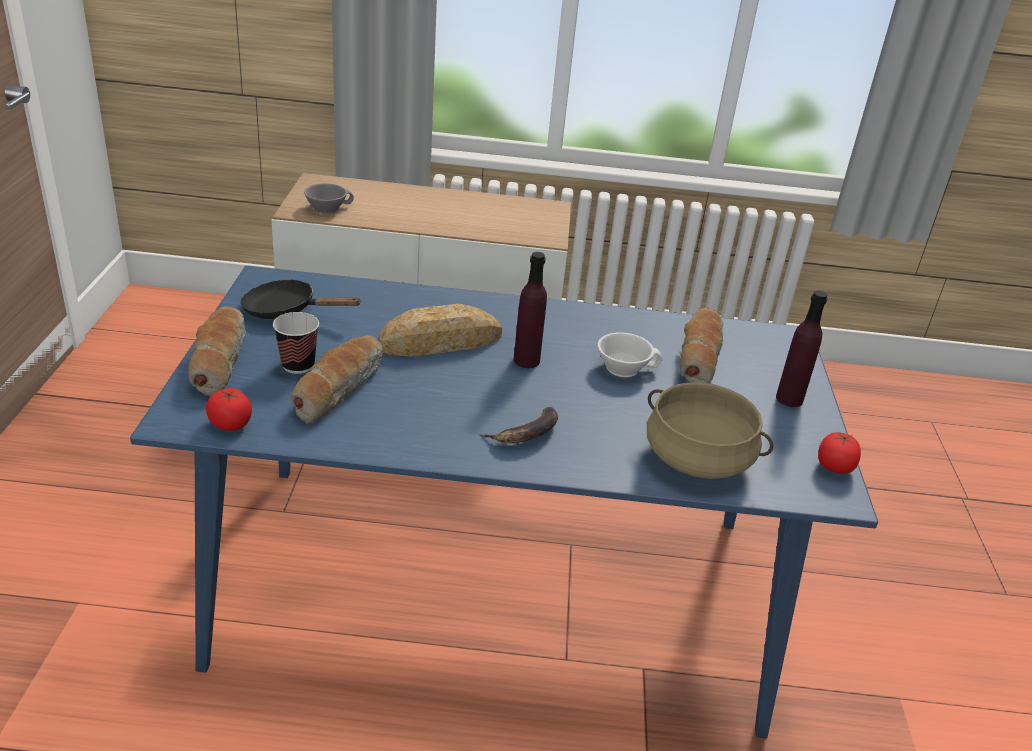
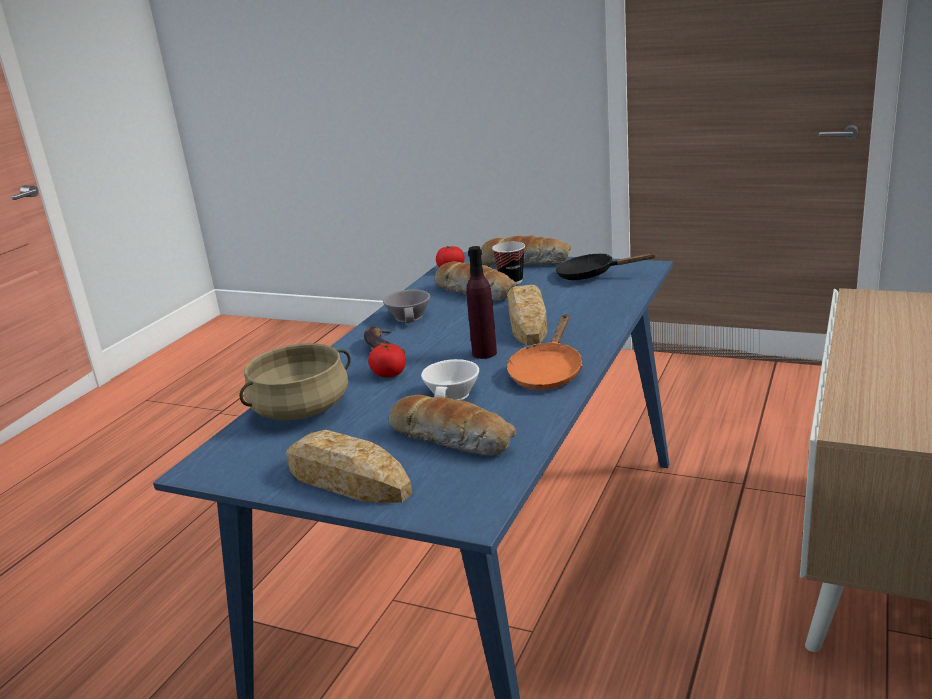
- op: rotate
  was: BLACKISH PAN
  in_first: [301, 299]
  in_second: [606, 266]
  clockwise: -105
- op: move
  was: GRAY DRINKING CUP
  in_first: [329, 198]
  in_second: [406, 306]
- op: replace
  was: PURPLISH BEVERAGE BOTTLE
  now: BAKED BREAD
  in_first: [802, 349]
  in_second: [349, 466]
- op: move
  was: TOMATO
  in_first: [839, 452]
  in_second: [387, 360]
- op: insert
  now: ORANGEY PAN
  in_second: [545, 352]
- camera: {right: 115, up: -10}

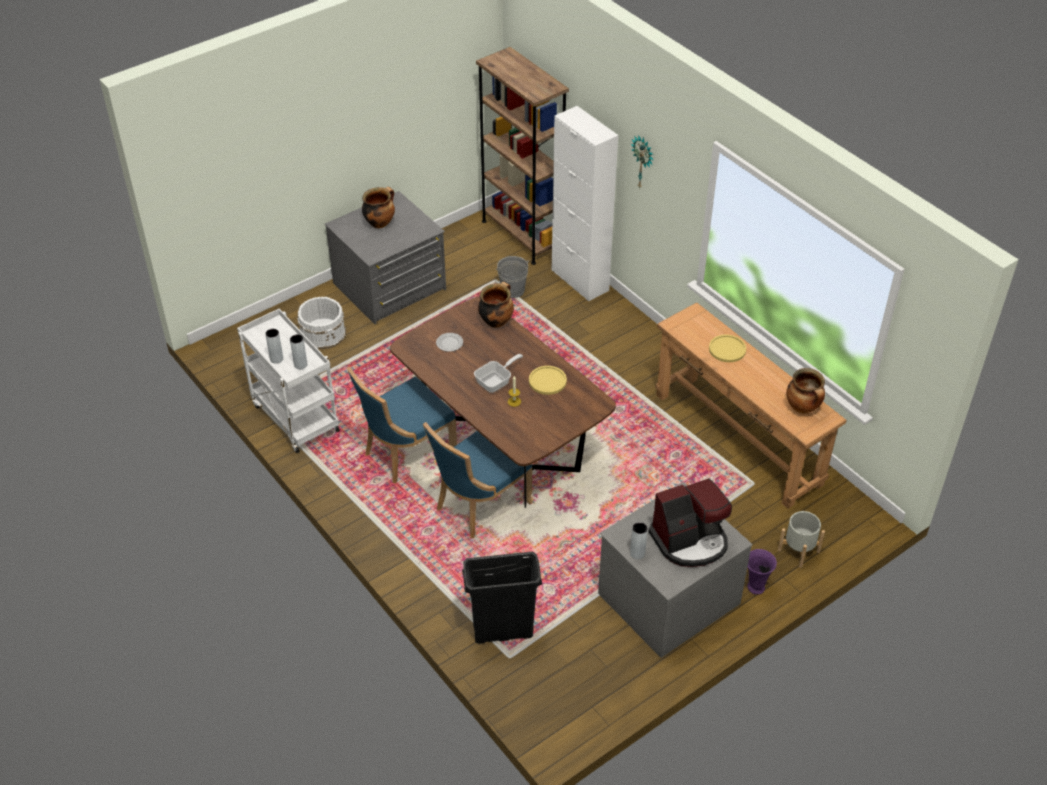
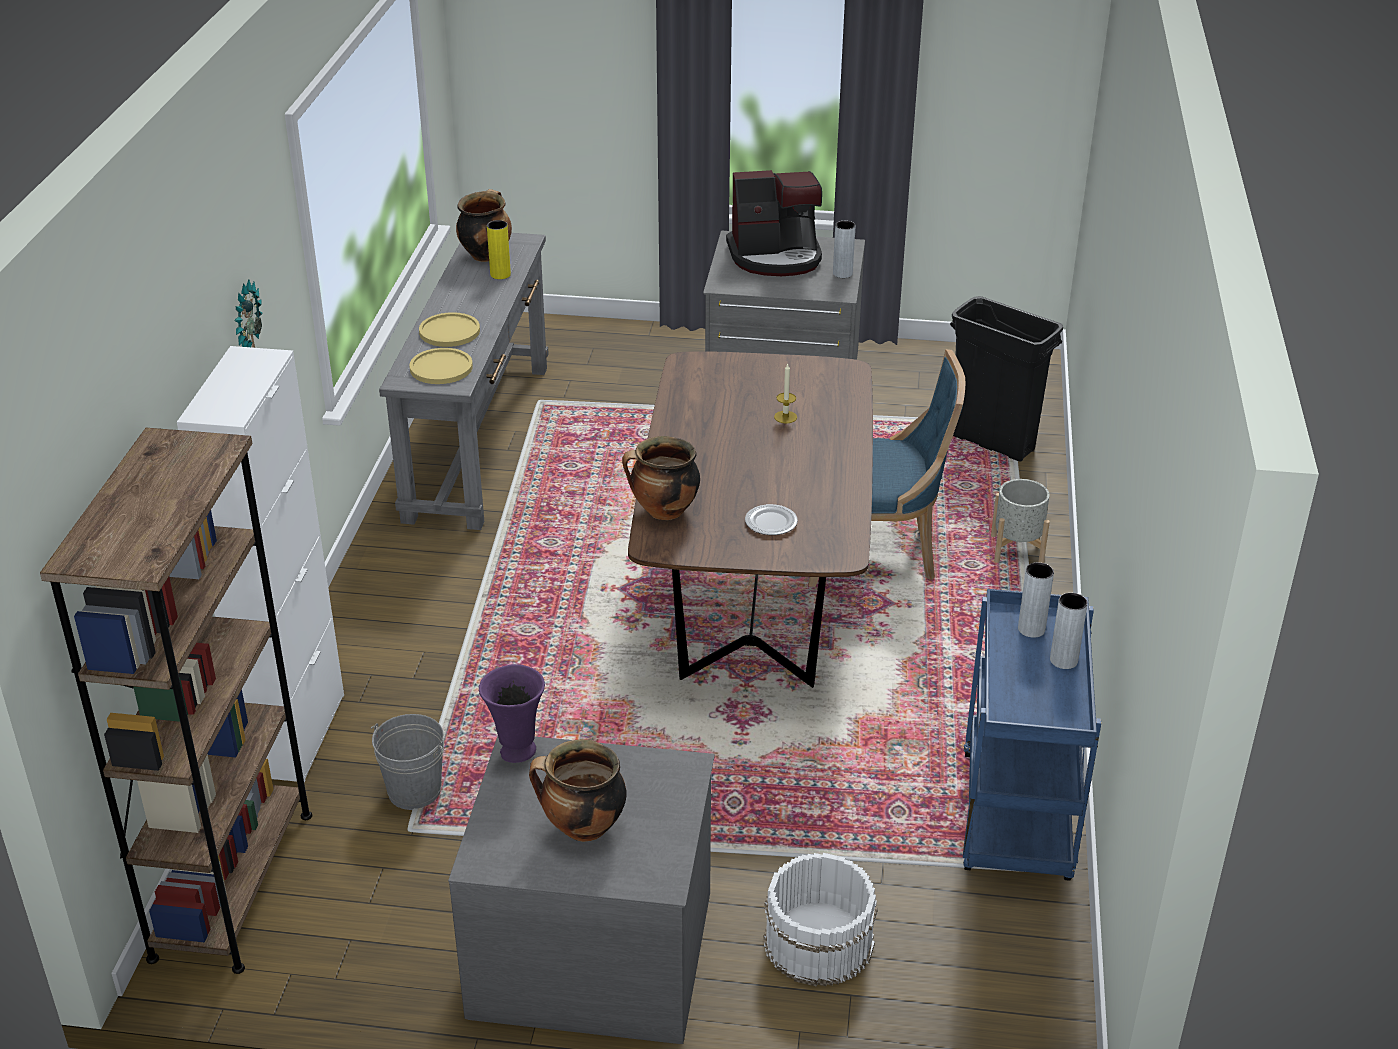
- op: recolor
  was: WHITISH TROLLEY
  now: BLUISH TROLLEY
  in_first: [288, 381]
  in_second: [1032, 735]
- op: delete
  was: BLUISH CHAIR
  in_first: [402, 425]
- op: delete
  was: PAN
  in_first: [498, 373]
- op: move
  was: YELLOW PLATE
  in_first: [548, 380]
  in_second: [441, 366]
- op: rotate
  was: COFFEE MAKER
  in_first: [690, 522]
  in_second: [774, 223]
  clockwise: 150
- op: recolor
  was: BROWN-COLOURED HALL TABLE
  now: GRAY HALL TABLE
  in_first: [751, 405]
  in_second: [464, 381]
- op: move
  was: PURPLISH FLOWER VASE
  in_first: [762, 571]
  in_second: [512, 713]
- op: move
  was: GRAY PLANT POT
  in_first: [801, 539]
  in_second: [1020, 521]
- op: insert
  now: YELLOW FLOWER VASE
  in_second: [499, 249]
- camera: {right: -135, up: -10}

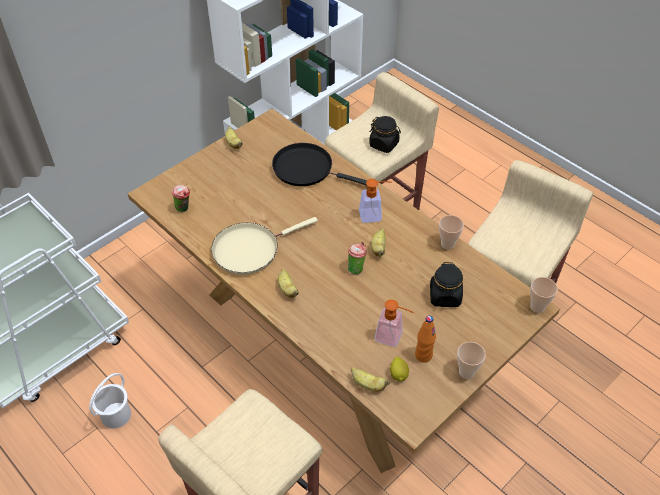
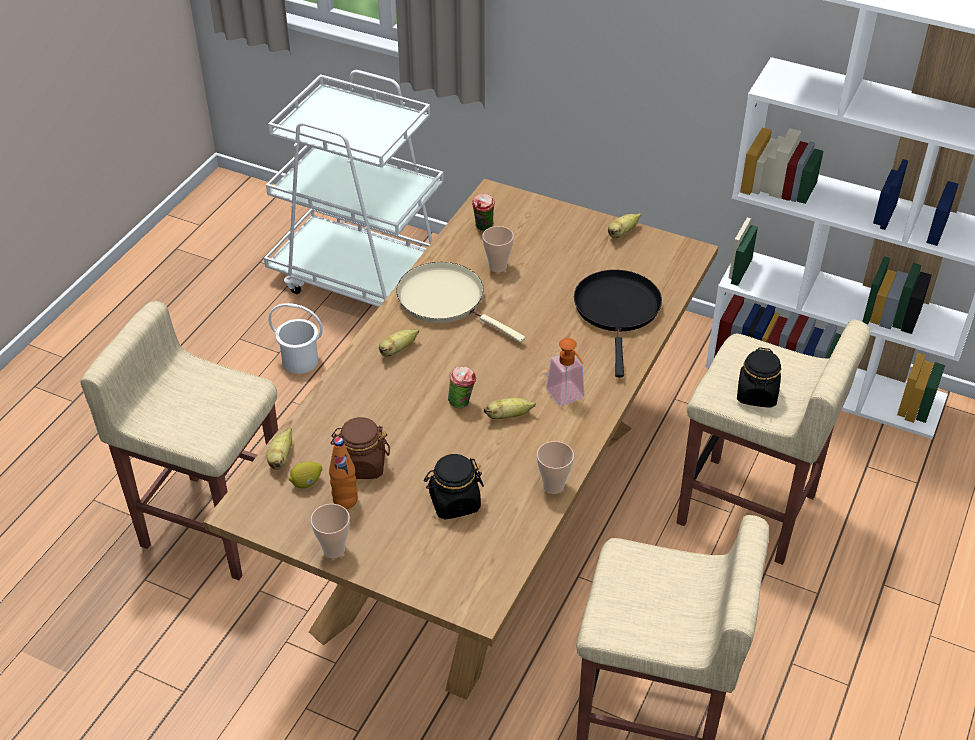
- op: replace
  was: SOAP DISPENSER
  now: BROWN-COLOURED STORAGE JAR
  in_first: [394, 323]
  in_second: [360, 448]
- op: move
  was: DRINKING CUP
  in_first: [544, 295]
  in_second: [498, 249]
- camera: {right: 70, up: -5}

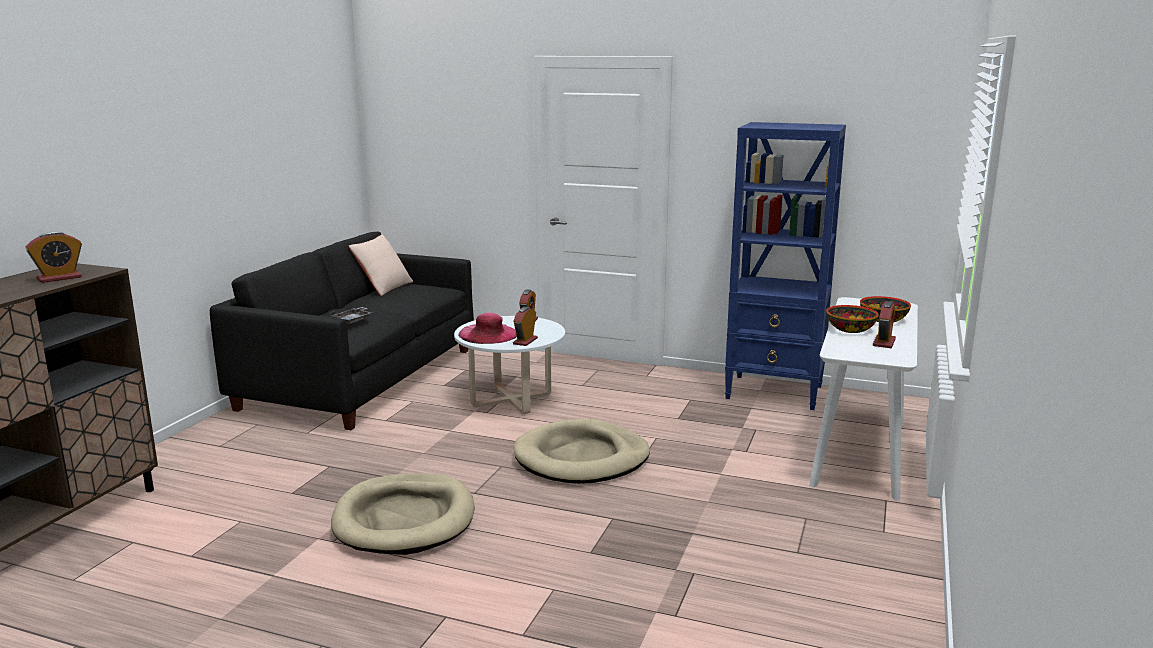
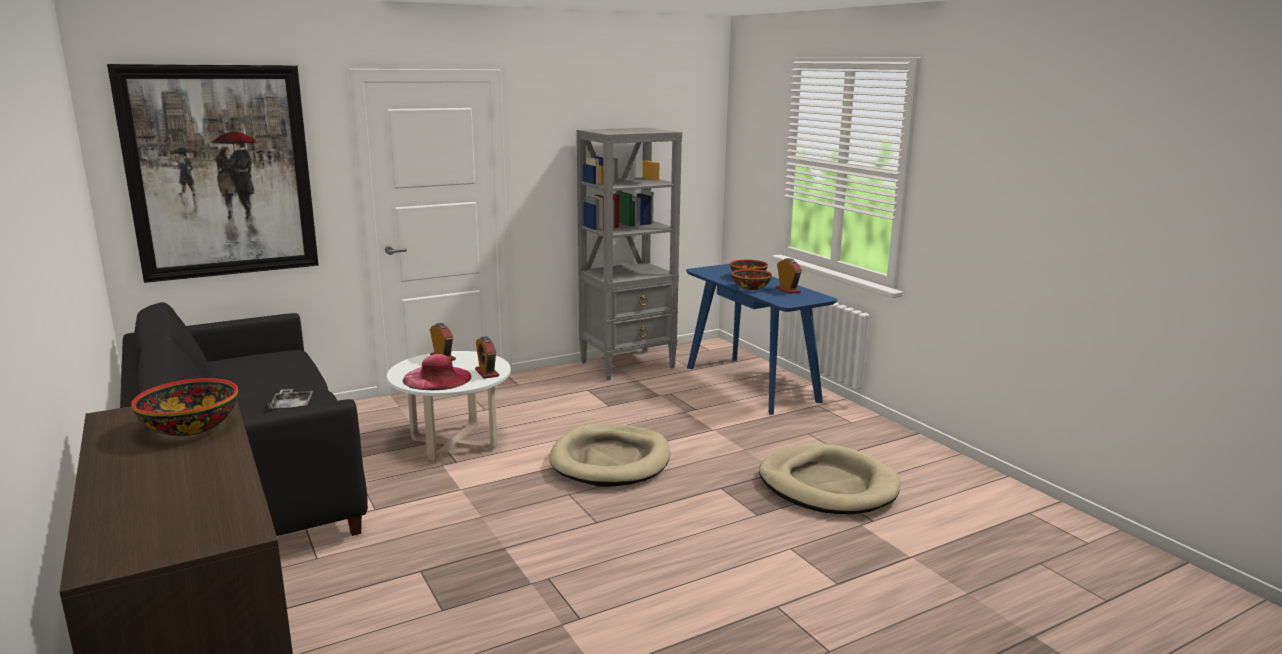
- op: replace
  was: ALARM CLOCK
  now: SERVING BOWL
  in_first: [53, 257]
  in_second: [184, 407]
- op: move
  was: BEIGE-COLOURED PET BED
  in_first: [403, 514]
  in_second: [830, 479]
- op: delete
  was: BEIGE-COLOURED THROW PILLOW
  in_first: [381, 265]
- op: recolor
  was: BLUISH BOOKSHELF
  now: GRAY BOOKSHELF
  in_first: [785, 266]
  in_second: [629, 254]
- op: recolor
  was: WHITISH HALL TABLE
  now: BLUISH HALL TABLE
  in_first: [863, 399]
  in_second: [762, 339]
- op: insert
  now: PICTURE
  in_second: [212, 173]
- camera: {right: -50, up: 0}

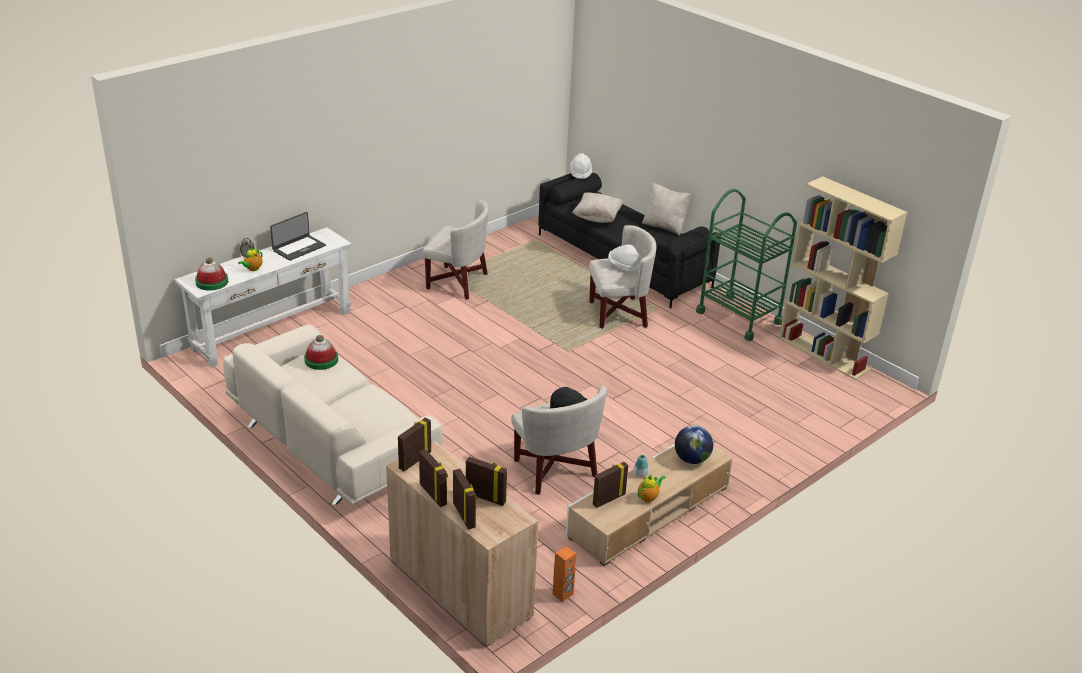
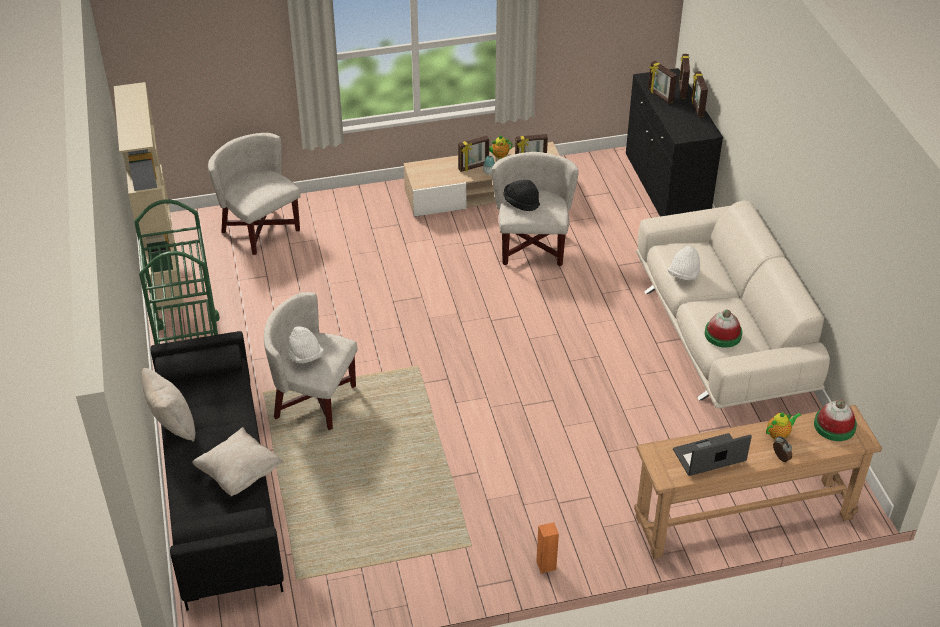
- op: recolor
  was: WHITISH HALL TABLE
  now: BROWN-COLOURED HALL TABLE
  in_first: [263, 297]
  in_second: [758, 482]
- op: recolor
  was: BEIGE-COLOURED CUPBOARD
  now: BLACKISH CUPBOARD
  in_first: [462, 544]
  in_second: [674, 142]
- op: move
  was: PICTURE FRAME
  in_first: [414, 444]
  in_second: [473, 154]
- op: move
  was: WHITISH LOUNGE CHAIR
  in_first: [455, 250]
  in_second: [254, 194]
- op: move
  was: ORANGEY SPEAKER
  in_first: [565, 574]
  in_second: [547, 547]
- op: move
  was: WHITISH WEARABLE HAT
  in_first: [581, 166]
  in_second: [684, 263]
- op: delete
  was: WORLD GLOBE
  in_first: [694, 444]
- camera: {right: -150, up: 10}

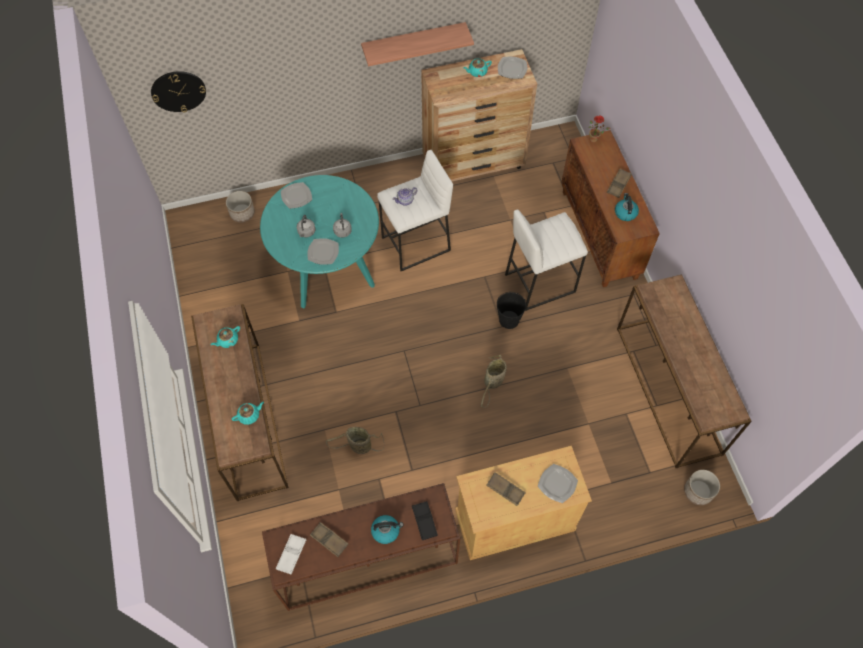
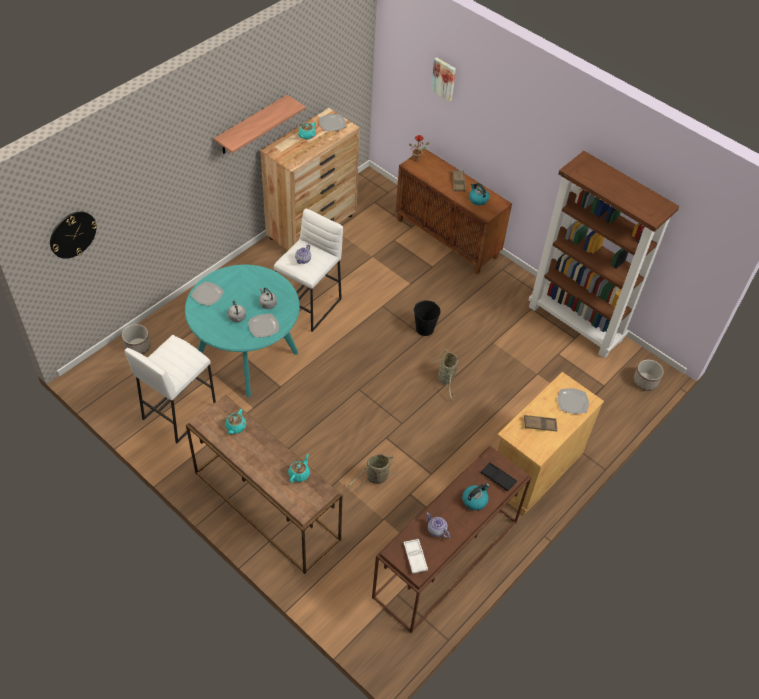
- op: replace
  was: BROWN-COLOURED TRAY
  now: TEA POT
  in_first: [329, 539]
  in_second: [438, 525]
- op: move
  was: WHITISH SITTING STOOL
  in_first: [546, 260]
  in_second: [170, 389]
- op: replace
  was: BROWN-COLOURED HALL TABLE
  now: BROWN-COLOURED BOOKSHELF
  in_first: [684, 371]
  in_second: [604, 254]
- op: insert
  now: PICTURE
  in_second: [443, 79]
- camera: {right: -35, up: -10}

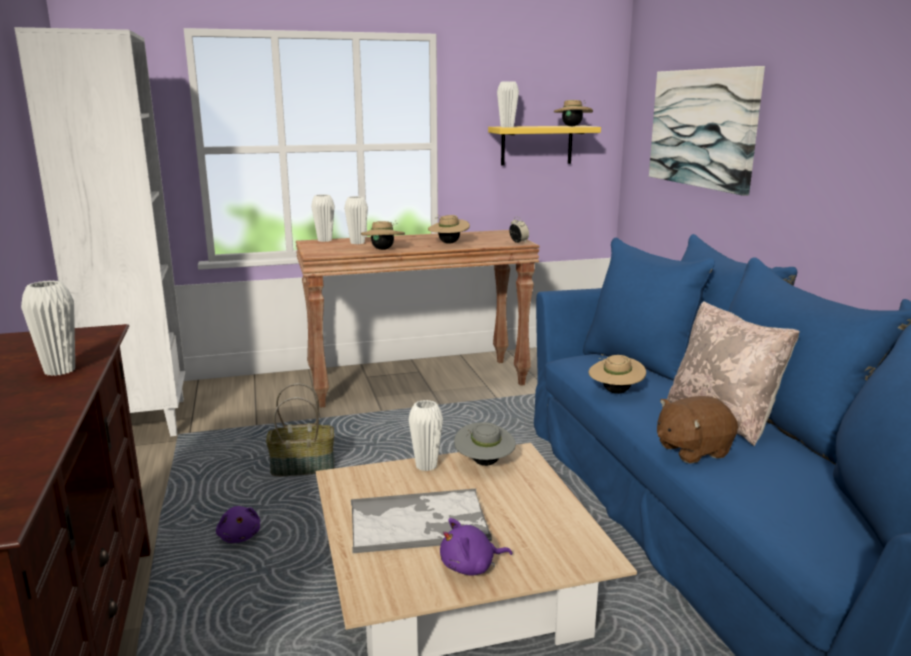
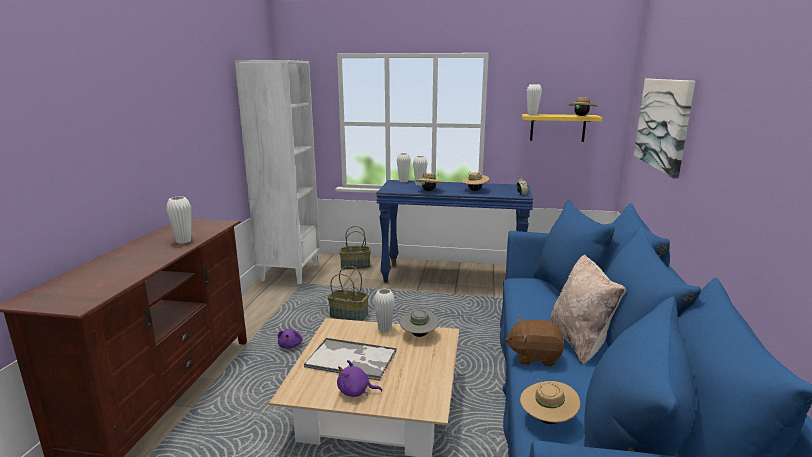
- op: recolor
  was: BROWN-COLOURED HALL TABLE
  now: BLUISH HALL TABLE
  in_first: [418, 319]
  in_second: [454, 231]
- op: move
  was: BEIGE-COLOURED WEARABLE HAT
  in_first: [617, 374]
  in_second: [550, 401]
- op: insert
  now: BASKET
  in_second: [355, 248]
- camera: {right: 25, up: 0}

